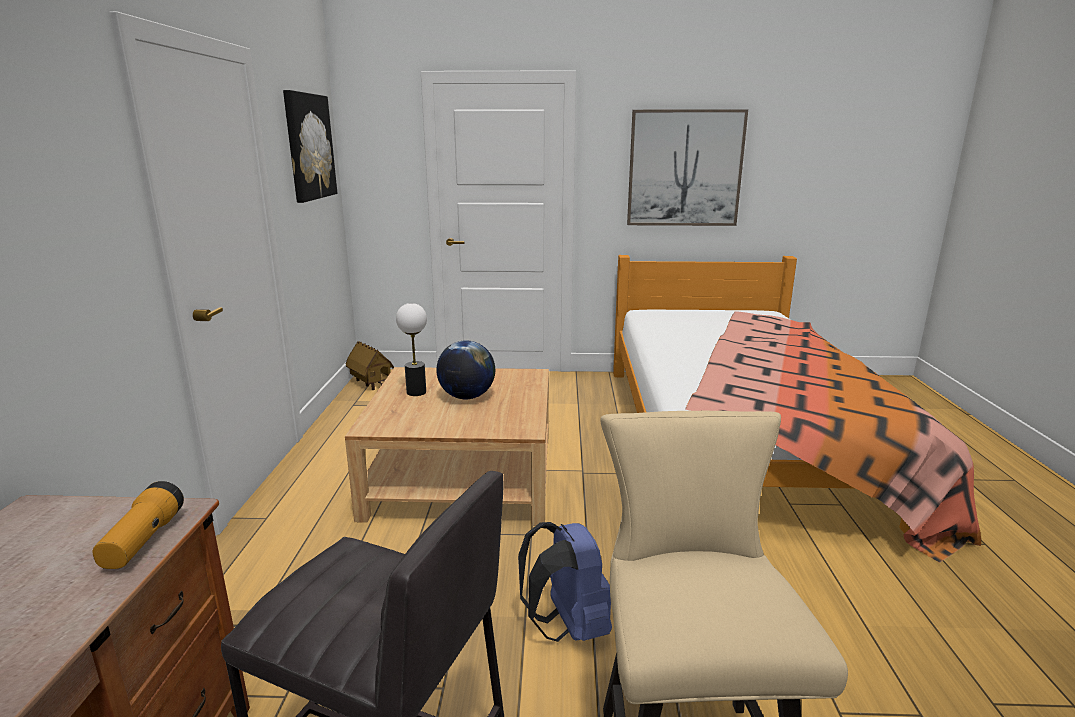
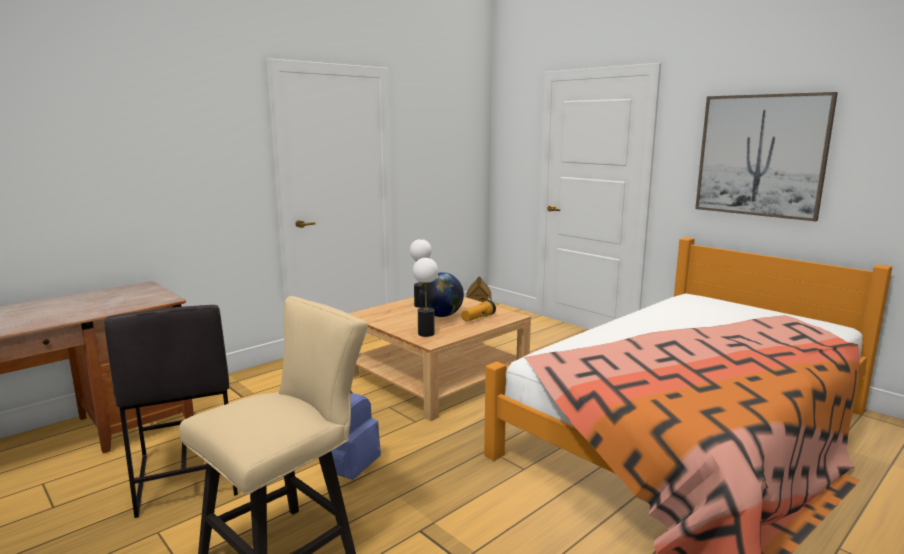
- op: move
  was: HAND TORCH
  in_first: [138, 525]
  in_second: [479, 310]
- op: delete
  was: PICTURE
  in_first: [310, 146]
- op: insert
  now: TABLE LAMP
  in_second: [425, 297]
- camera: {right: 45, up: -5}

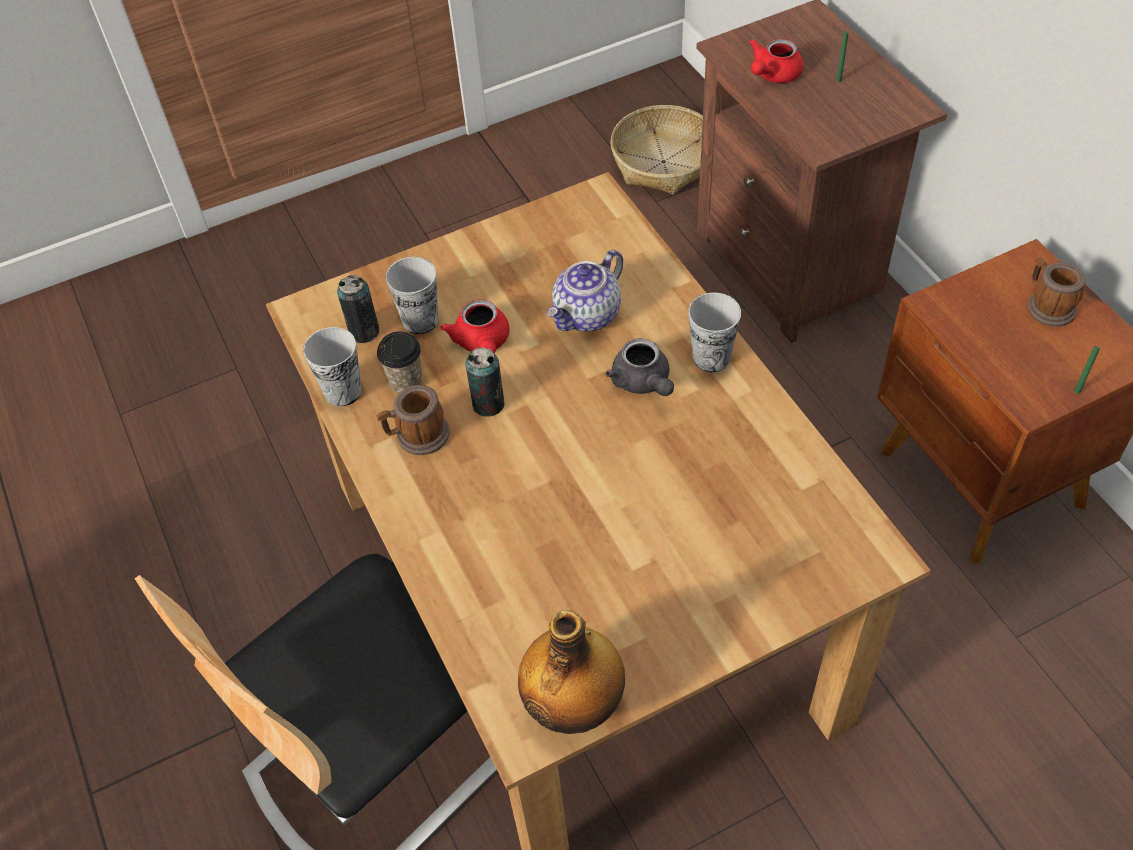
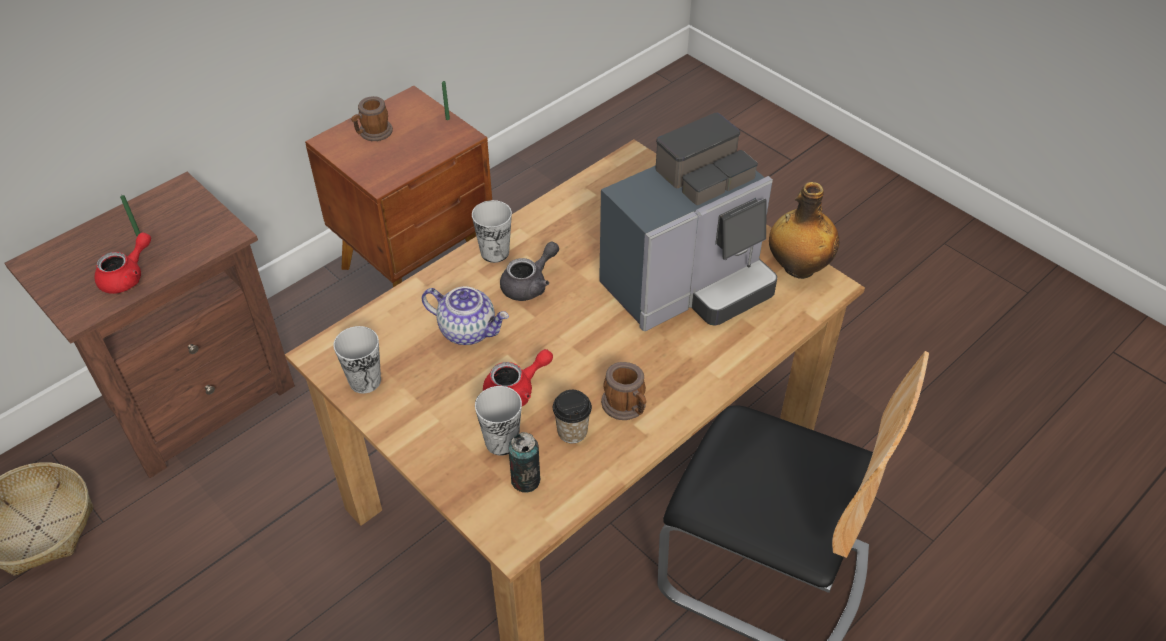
- op: move
  was: DRINKING CUP
  in_first: [332, 366]
  in_second: [357, 360]
- op: delete
  was: CAN
  in_first: [485, 382]
- op: rotate
  was: RED TEA POT
  in_first: [776, 61]
  in_second: [122, 263]
  clockwise: -75
- op: insert
  now: COFFEE MAKER
  in_second: [688, 222]
- camera: {right: -110, up: -5}

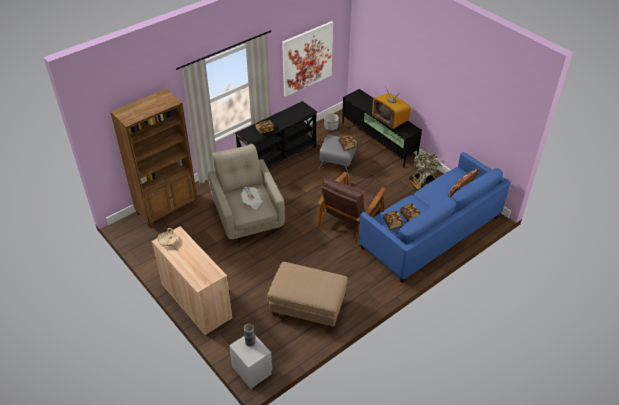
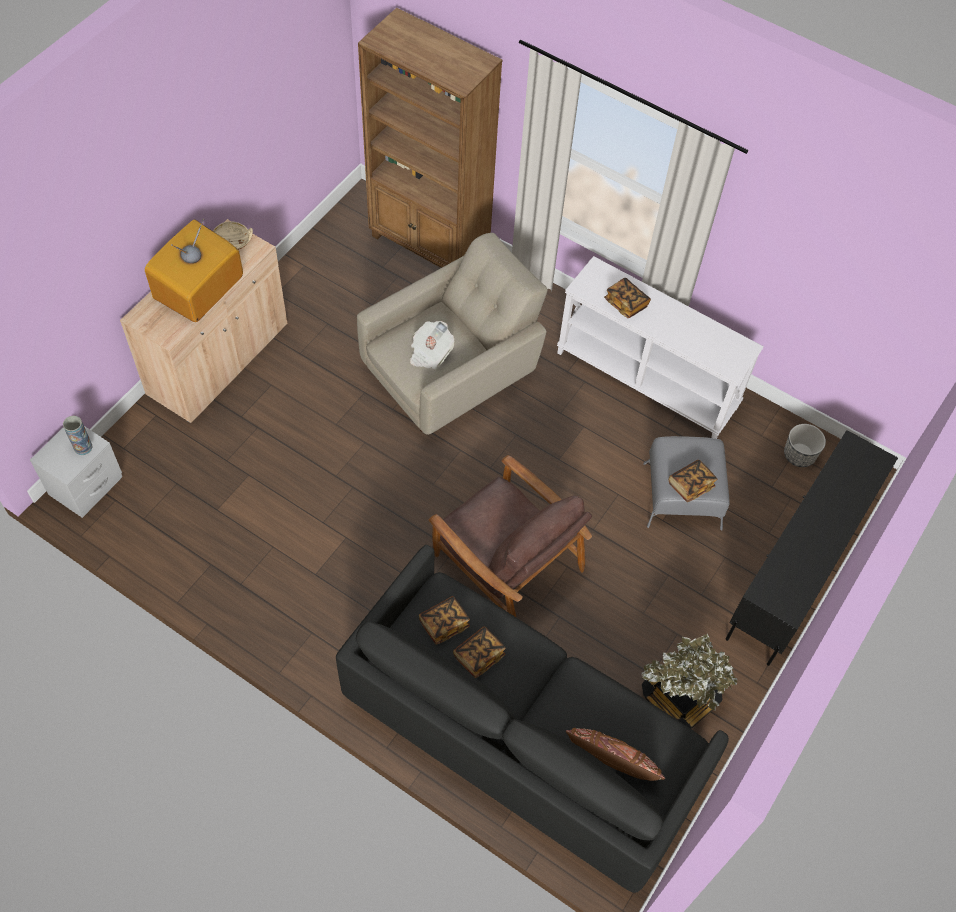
- op: recolor
  was: BLACKISH HALL TABLE
  now: WHITISH HALL TABLE
  in_first: [276, 134]
  in_second: [660, 347]
- op: delete
  was: BEIGE-COLOURED OTTOMAN
  in_first: [307, 296]
- op: delete
  was: PICTURE
  in_first: [307, 59]
- op: rotate
  was: BROWN-COLOURED LOUNGE CHAIR
  in_first: [352, 208]
  in_second: [510, 536]
  clockwise: -150
- op: recolor
  was: BLUISH SOFA
  now: BLACKISH SOFA
  in_first: [434, 218]
  in_second: [532, 719]
- op: move
  was: TELEVISION
  in_first: [391, 108]
  in_second: [194, 270]
- camera: {right: 70, up: 15}

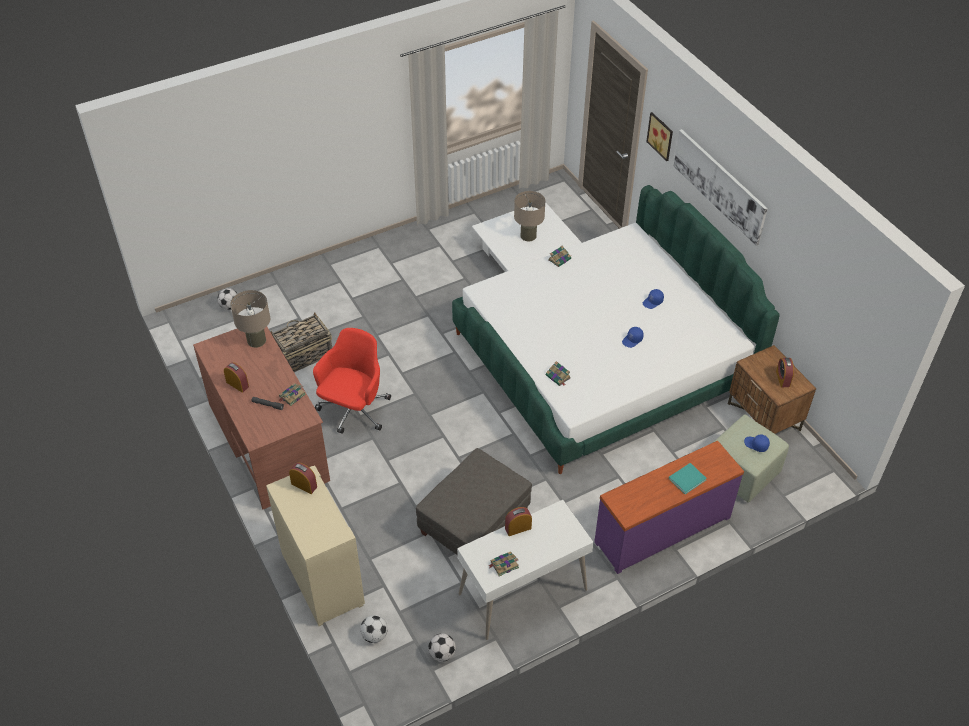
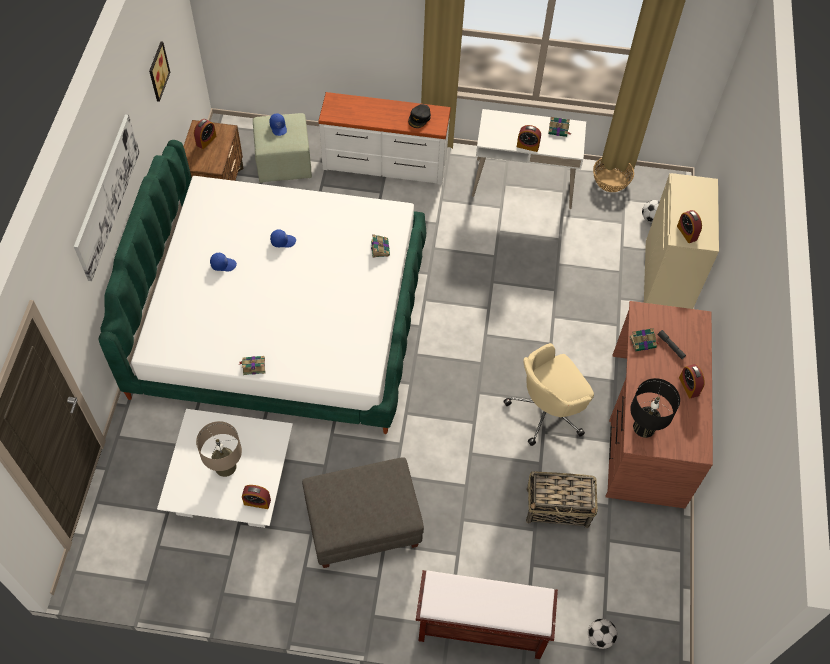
- op: recolor
  was: BEIGE-COLOURED TABLE LAMP
  now: BLACKISH TABLE LAMP
  in_first: [250, 319]
  in_second: [655, 408]
- op: recolor
  was: RED DESK CHAIR
  now: BEIGE-COLOURED DESK CHAIR
  in_first: [352, 381]
  in_second: [548, 394]
- op: move
  was: GRAY OTTOMAN
  in_first: [474, 501]
  in_second: [363, 512]
- op: replace
  was: FOOTBALL BALL
  now: BASKET
  in_first: [442, 647]
  in_second: [613, 175]
- op: recolor
  was: PURPLISH DRESSER
  now: WHITISH DRESSER
  in_first: [669, 507]
  in_second: [384, 138]
- op: move
  was: PICTURE
  in_first: [659, 136]
  in_second: [159, 72]
- op: delete
  was: TURQUOISE-COLOURED VOLUME
  in_first: [688, 478]
- op: insert
  now: ALARM CLOCK
  in_second: [256, 497]
- op: insert
  now: BLACKISH PEAKED CAP
  in_second: [419, 116]
- op: insert
  now: BROWN-COLOURED BENCH
  in_second: [487, 614]
- camera: {right: -145, up: 10}

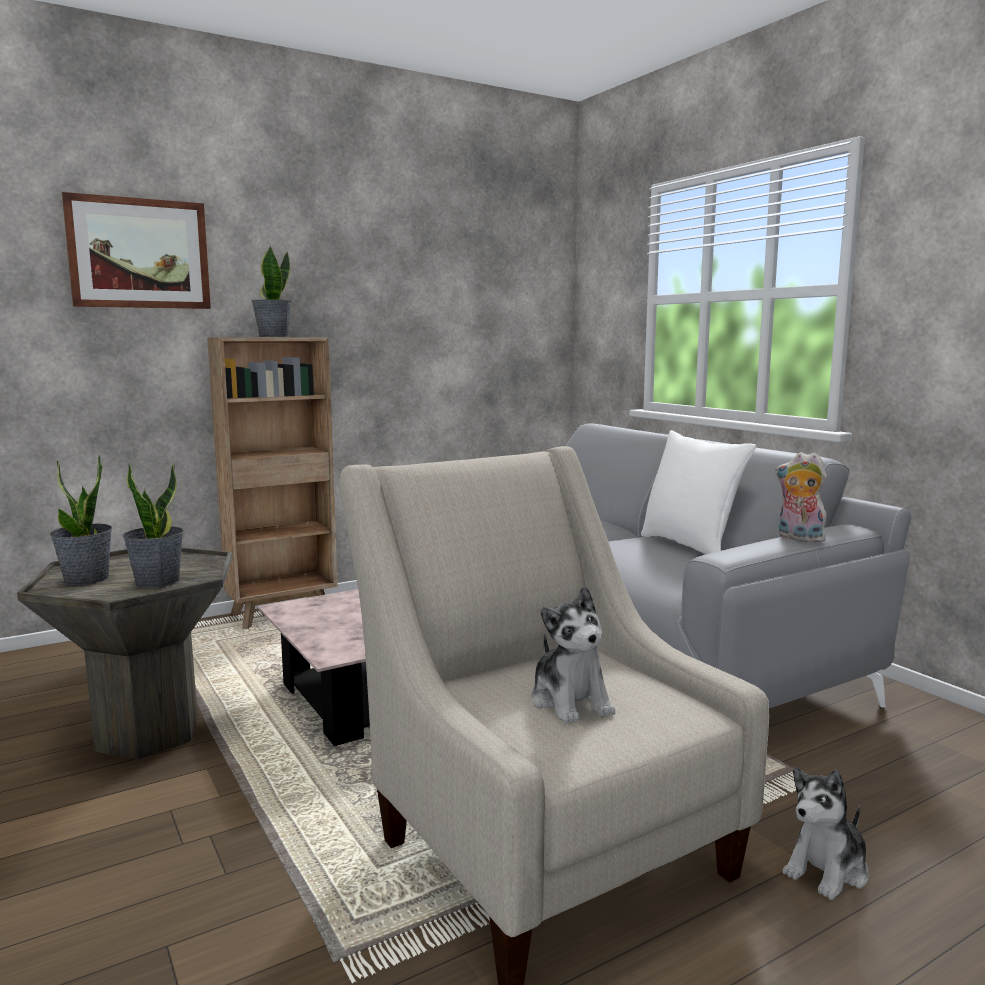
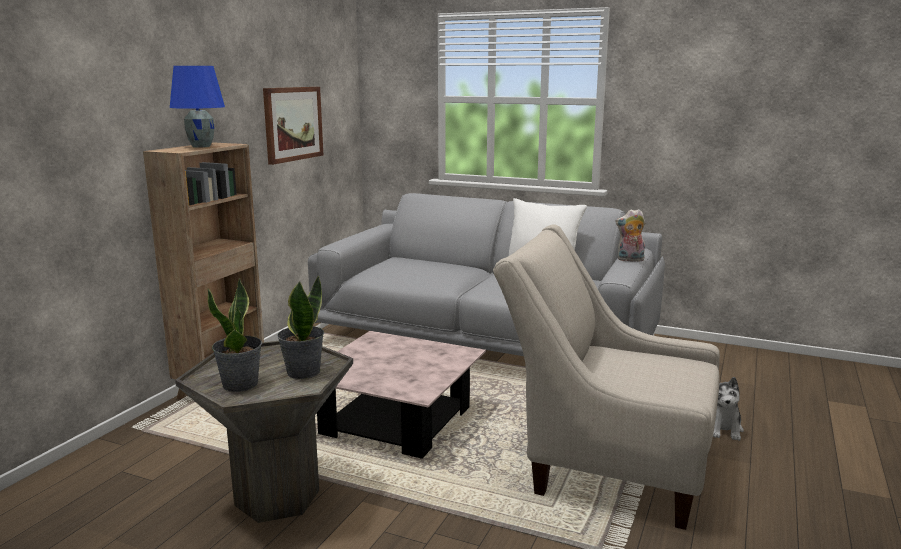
- op: move
  was: PICTURE
  in_first: [136, 250]
  in_second: [293, 126]
- op: replace
  was: HOUSEPLANT
  now: BLUISH TABLE LAMP
  in_first: [272, 291]
  in_second: [197, 107]
- op: delete
  was: SOFT TOY
  in_first: [573, 655]
- camera: {right: -35, up: 5}

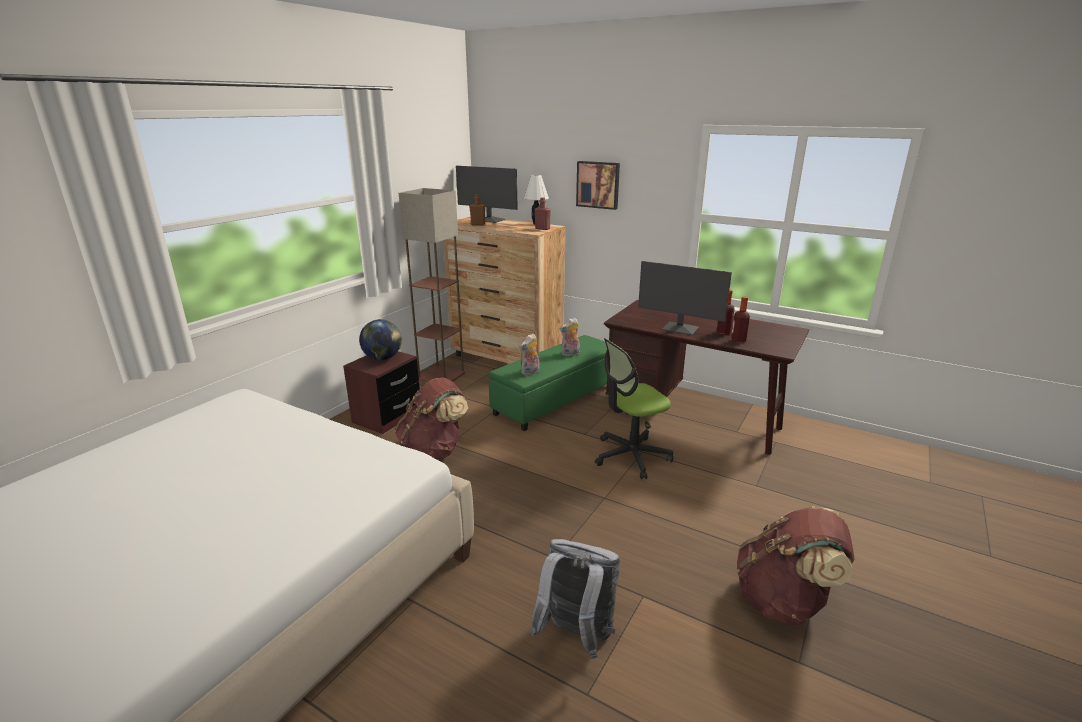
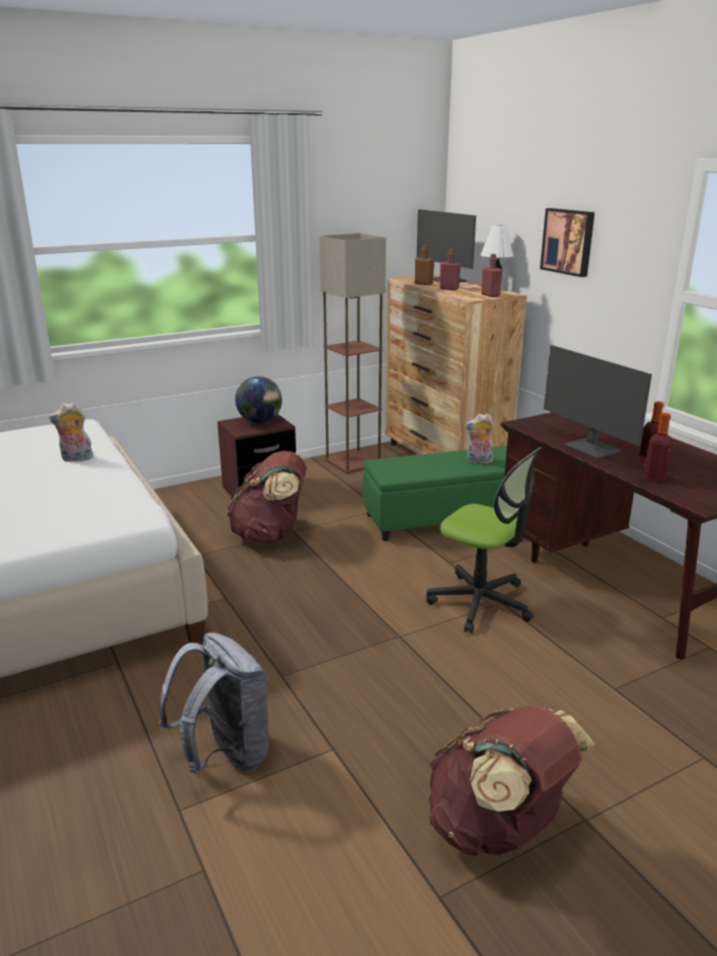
- op: move
  was: SOFT TOY
  in_first: [529, 354]
  in_second: [71, 432]
- op: rotate
  was: DESK CHAIR
  in_first: [634, 408]
  in_second: [484, 540]
  clockwise: -150
- op: insert
  now: RED BEVERAGE BOTTLE
  in_second: [450, 269]
- camera: {right: 30, up: 0}

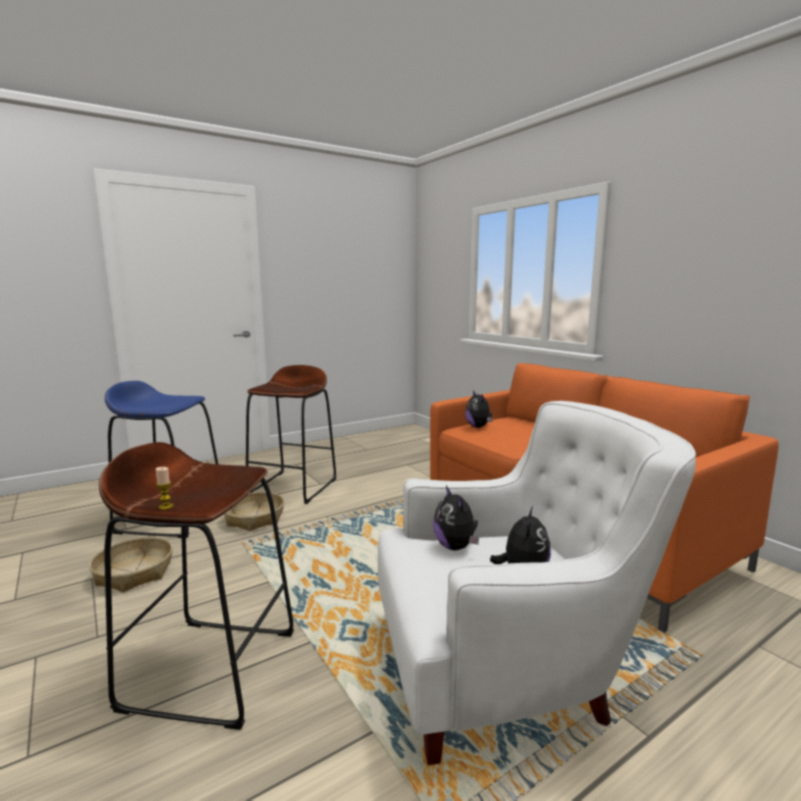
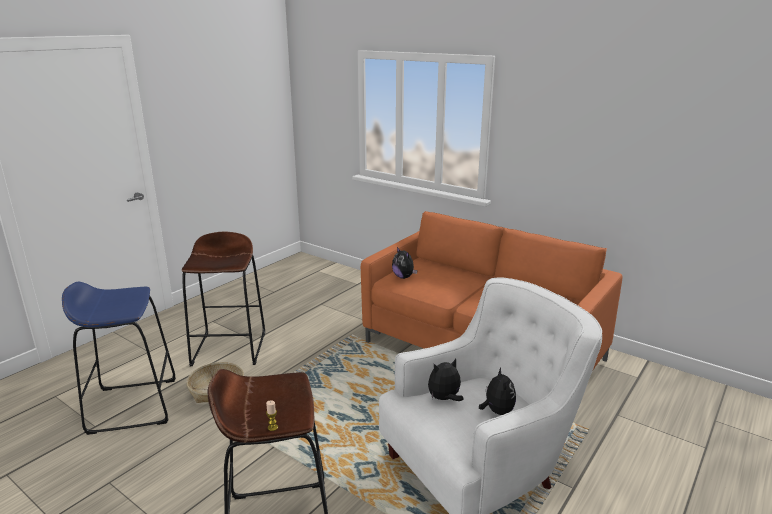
- op: delete
  was: BASKET
  in_first: [131, 564]
- op: rotate
  was: SOFT TOY
  in_first: [456, 518]
  in_second: [445, 380]
  clockwise: 105
- camera: {right: -20, up: 10}

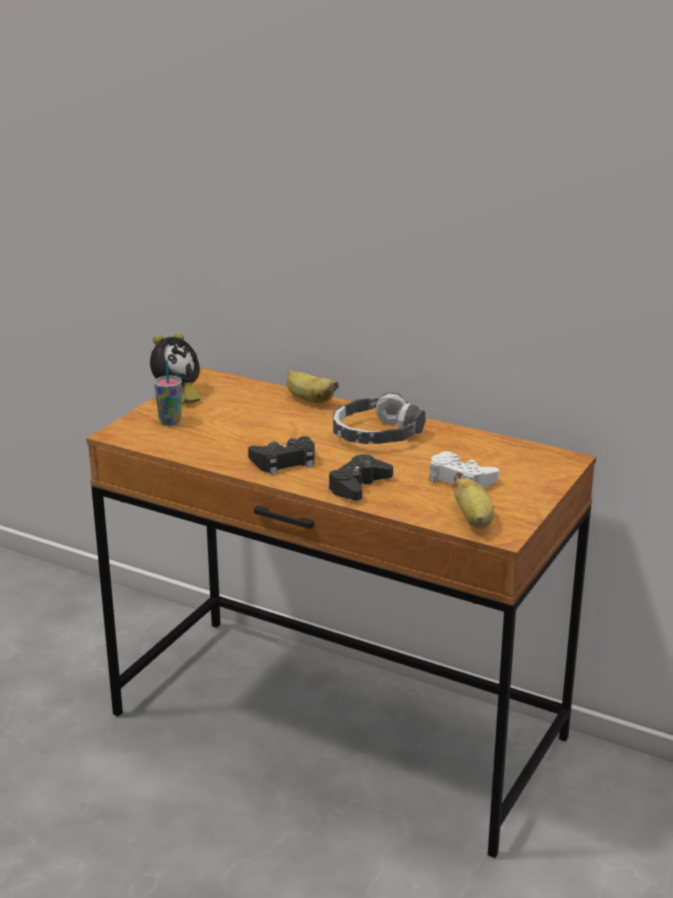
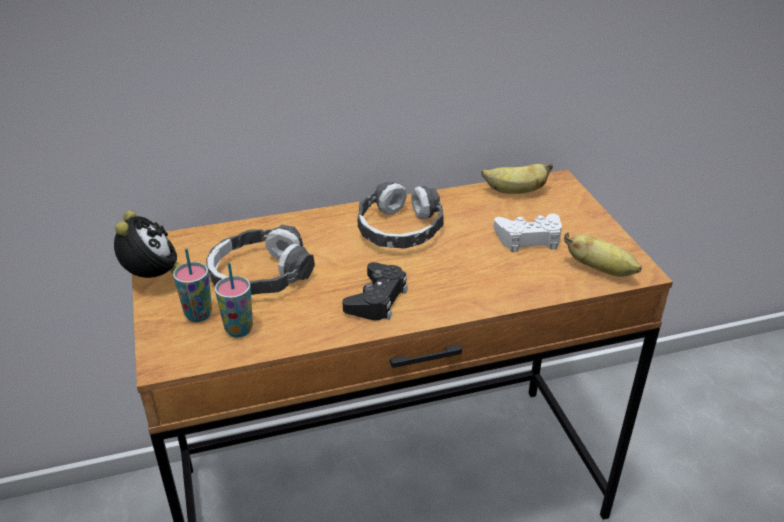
- op: move
  was: WHOLE BANANA
  in_first: [313, 386]
  in_second: [517, 178]
- op: delete
  was: BLACKISH GAMEPAD
  in_first: [360, 477]
- op: insert
  now: HEADSET
  in_second: [260, 259]
- op: insert
  now: DRINKING CUP
  in_second: [234, 300]
- camera: {right: -45, up: 10}

